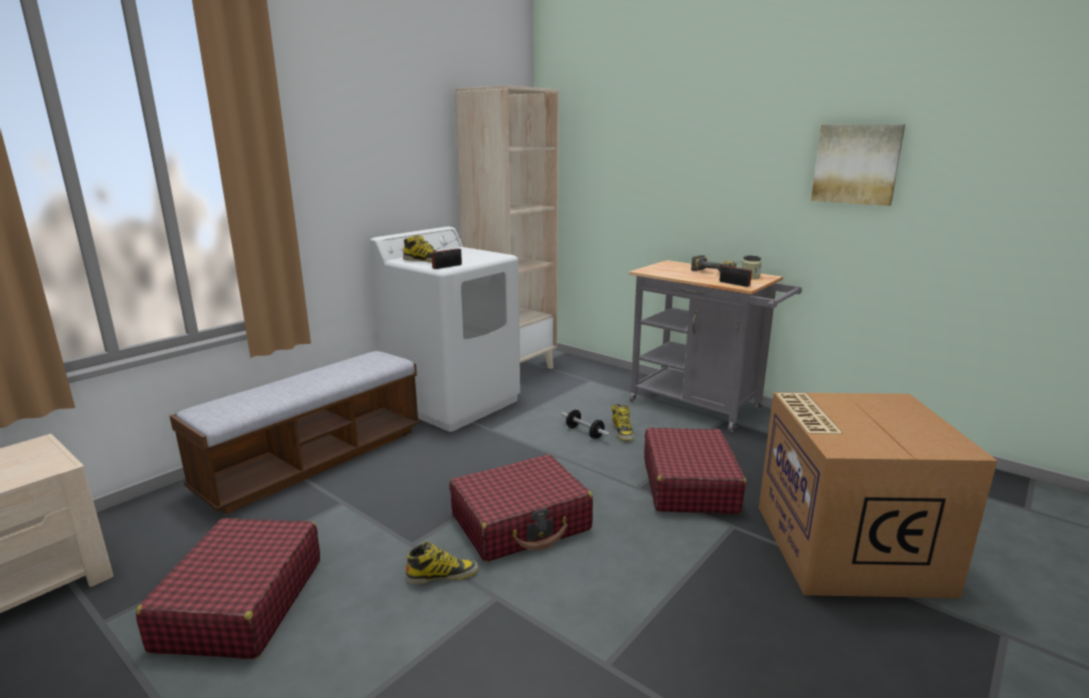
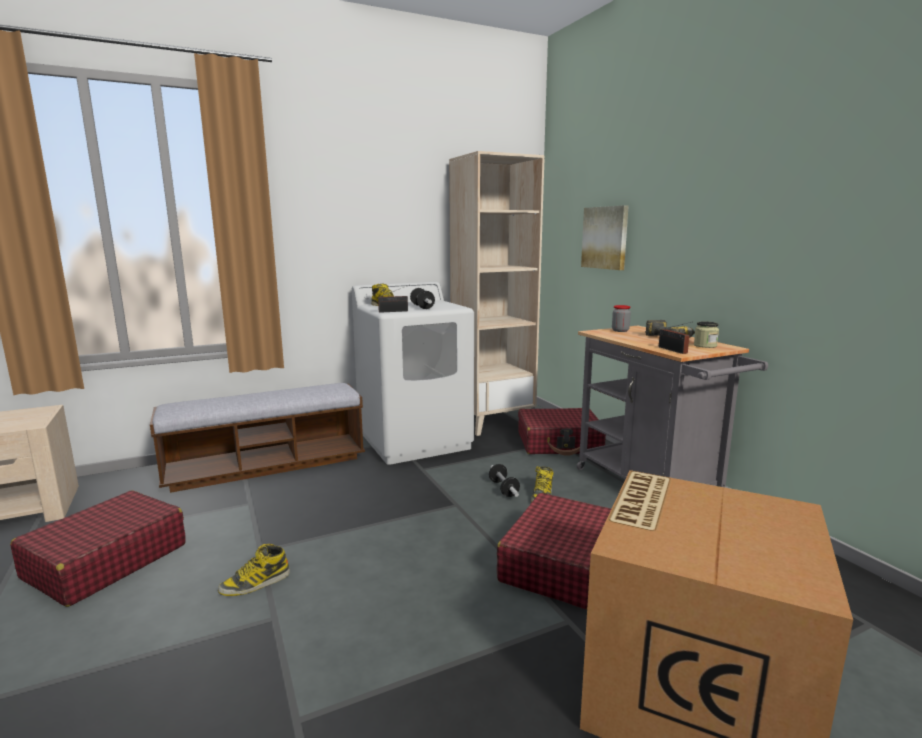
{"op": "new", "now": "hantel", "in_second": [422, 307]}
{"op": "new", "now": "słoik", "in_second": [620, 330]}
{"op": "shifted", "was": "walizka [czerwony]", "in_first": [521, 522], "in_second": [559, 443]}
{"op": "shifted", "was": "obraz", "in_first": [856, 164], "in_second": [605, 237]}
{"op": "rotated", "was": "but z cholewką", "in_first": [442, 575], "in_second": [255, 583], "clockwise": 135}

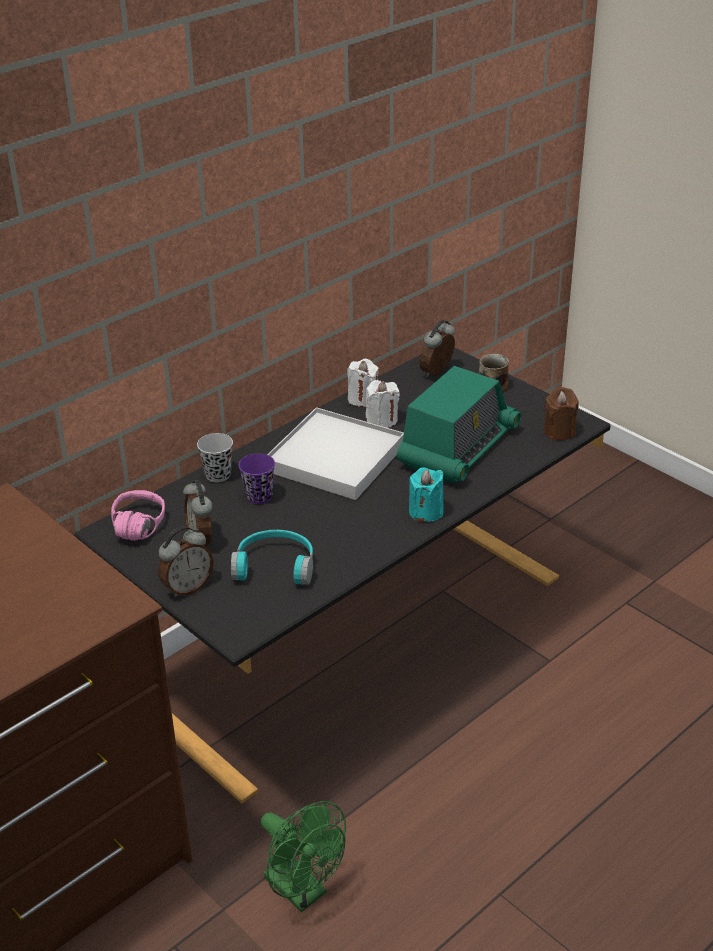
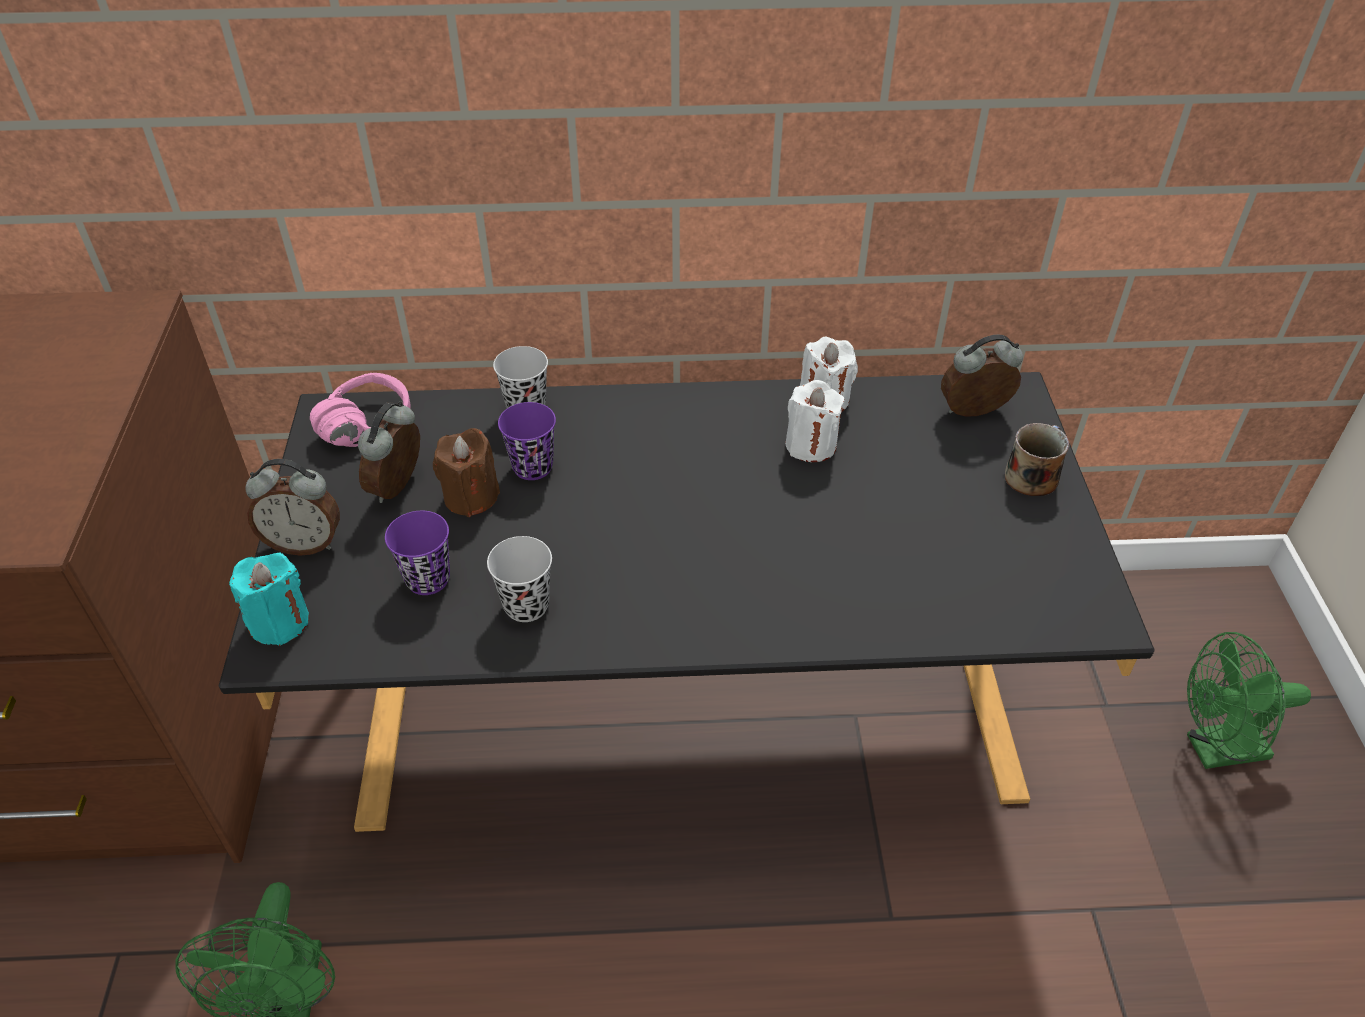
{"op": "gone", "was": "taca [biały]", "in_first": [334, 458]}
{"op": "gone", "was": "radio", "in_first": [458, 448]}
{"op": "new", "now": "filiżanka [czarny]", "in_second": [526, 605]}
{"op": "new", "now": "wentylator [zielony]", "in_second": [1216, 750]}
{"op": "shifted", "was": "świeca [turkusowy]", "in_first": [426, 512], "in_second": [279, 622]}
{"op": "shifted", "was": "świeca [brązowy]", "in_first": [559, 431], "in_second": [471, 497]}
{"op": "swapped", "was": "słuchawki [turkusowy]", "now": "filiżanka [fioletowy]", "in_first": [275, 565], "in_second": [428, 579]}

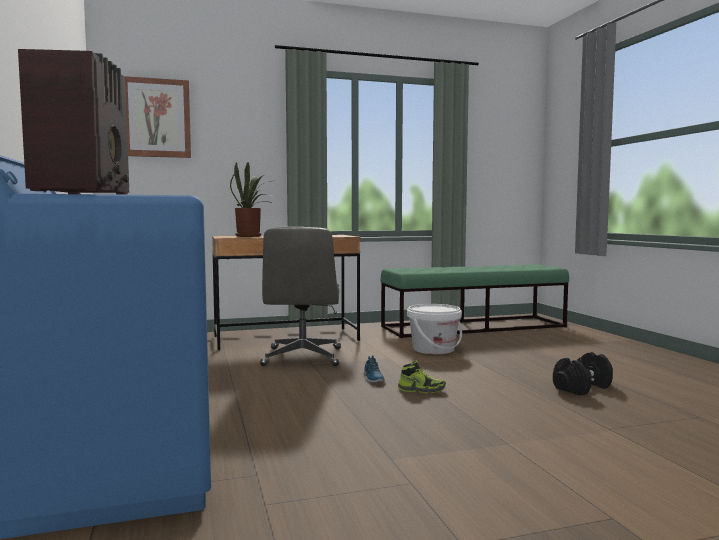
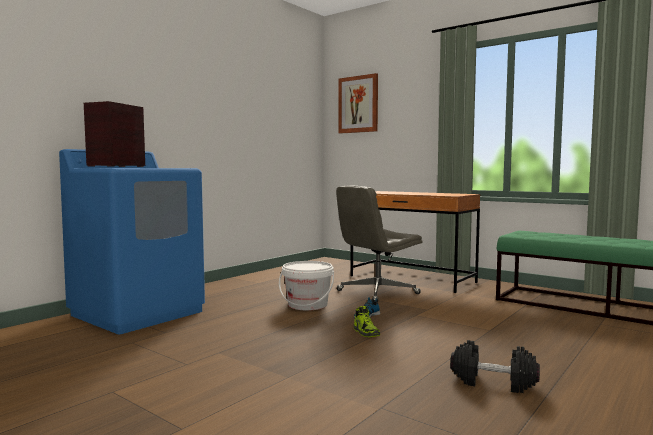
{"op": "gone", "was": "roślina doniczkowa", "in_first": [251, 236]}
{"op": "shifted", "was": "wiadro [biały]", "in_first": [433, 349], "in_second": [307, 305]}
{"op": "rotated", "was": "radio", "in_first": [85, 192], "in_second": [115, 166], "clockwise": 150}

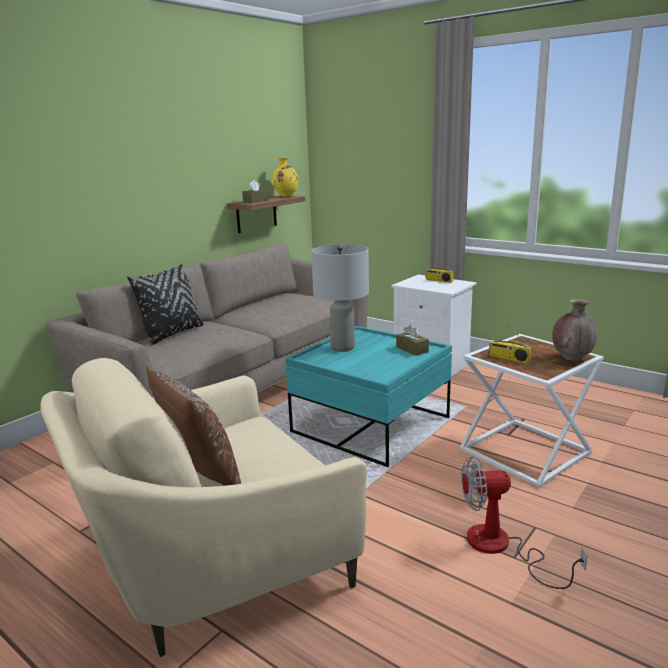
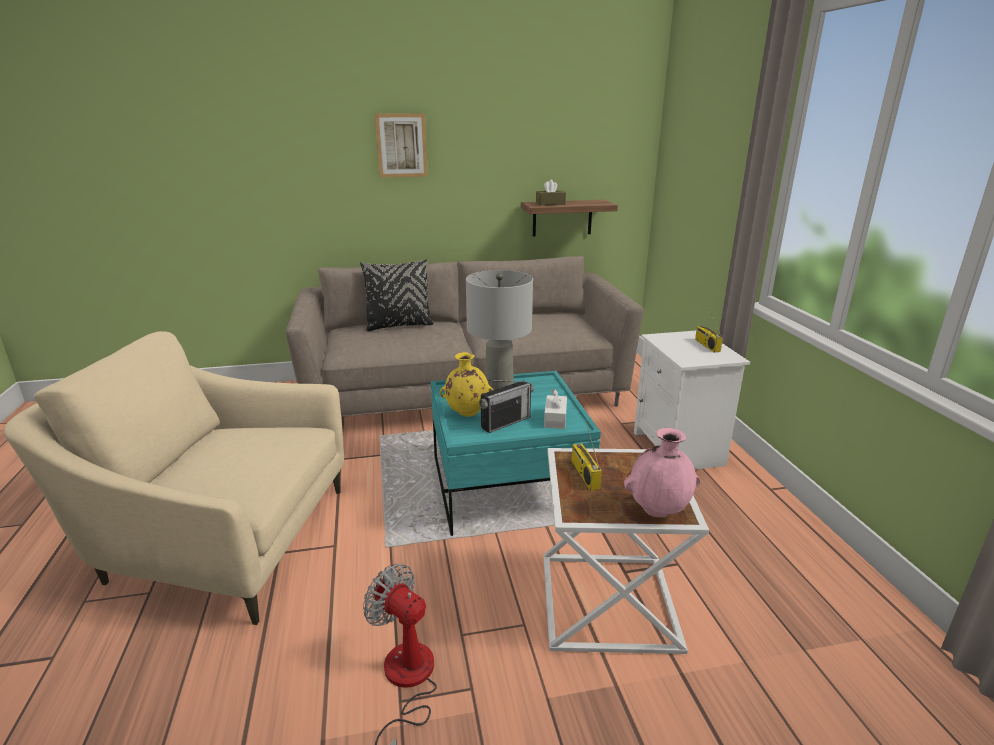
{"op": "gone", "was": "poduszka [brązowy]", "in_first": [201, 474]}
{"op": "new", "now": "obraz", "in_second": [401, 145]}
{"op": "new", "now": "radio", "in_second": [505, 422]}
{"op": "shifted", "was": "wazon [żółty]", "in_first": [286, 196], "in_second": [467, 413]}
{"op": "repainted", "was": "pudełko chusteczek [brązowy]", "now": "pudełko chusteczek [biały]", "in_first": [412, 349], "in_second": [555, 419]}
{"op": "repainted", "was": "wazon [brązowy]", "now": "wazon [różowy]", "in_first": [572, 358], "in_second": [658, 511]}

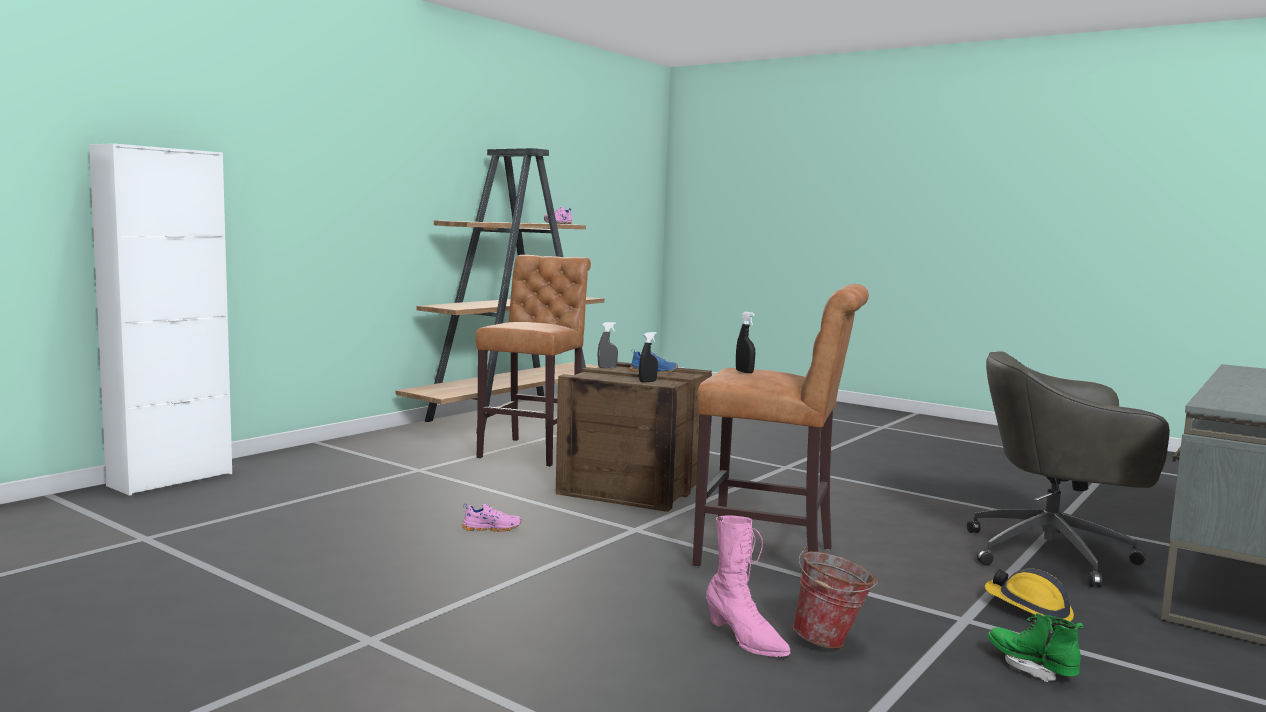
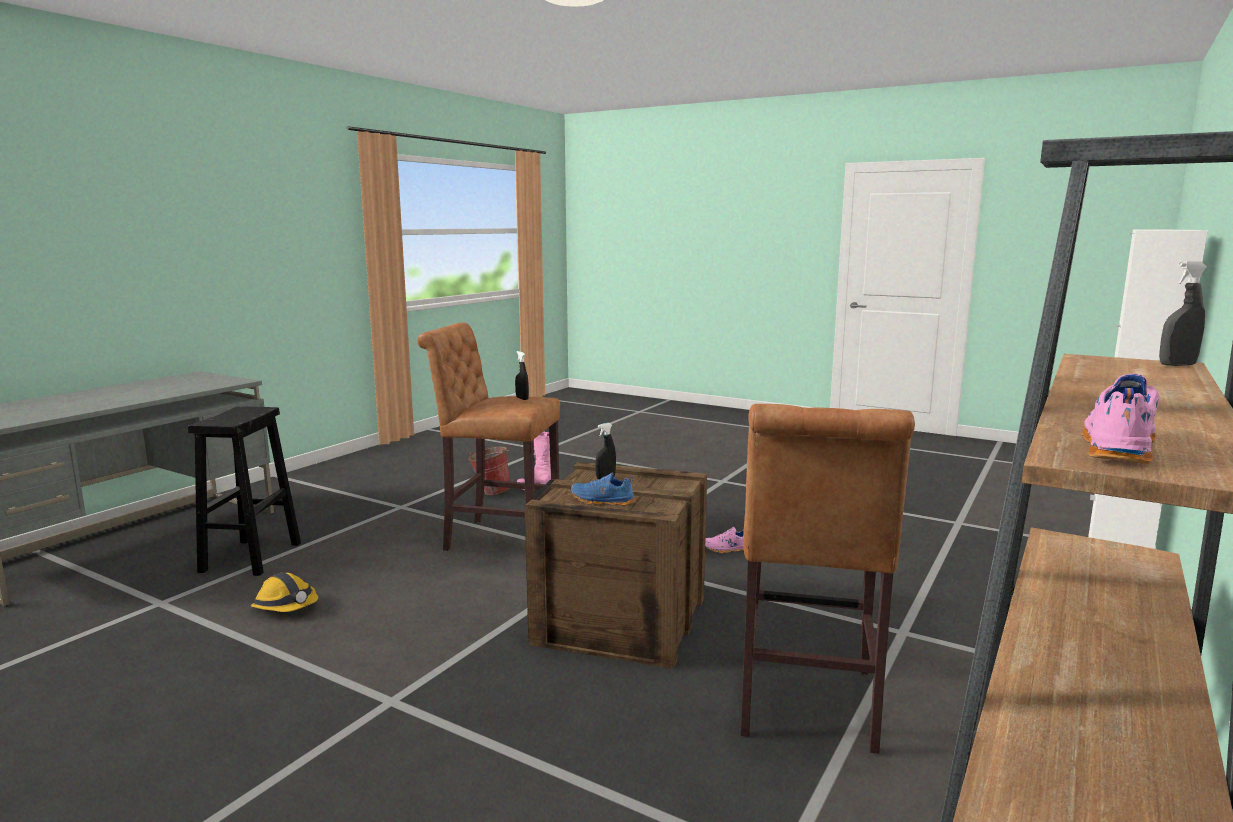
{"op": "gone", "was": "but z cholewką [zielony]", "in_first": [1031, 667]}
{"op": "shifted", "was": "spryskiwacz [szary]", "in_first": [607, 368], "in_second": [1177, 365]}
{"op": "shifted", "was": "kask", "in_first": [1029, 608], "in_second": [286, 606]}
{"op": "swapped", "was": "krzesło biurowe [szary]", "now": "stołek [czarny]", "in_first": [1054, 555], "in_second": [250, 558]}

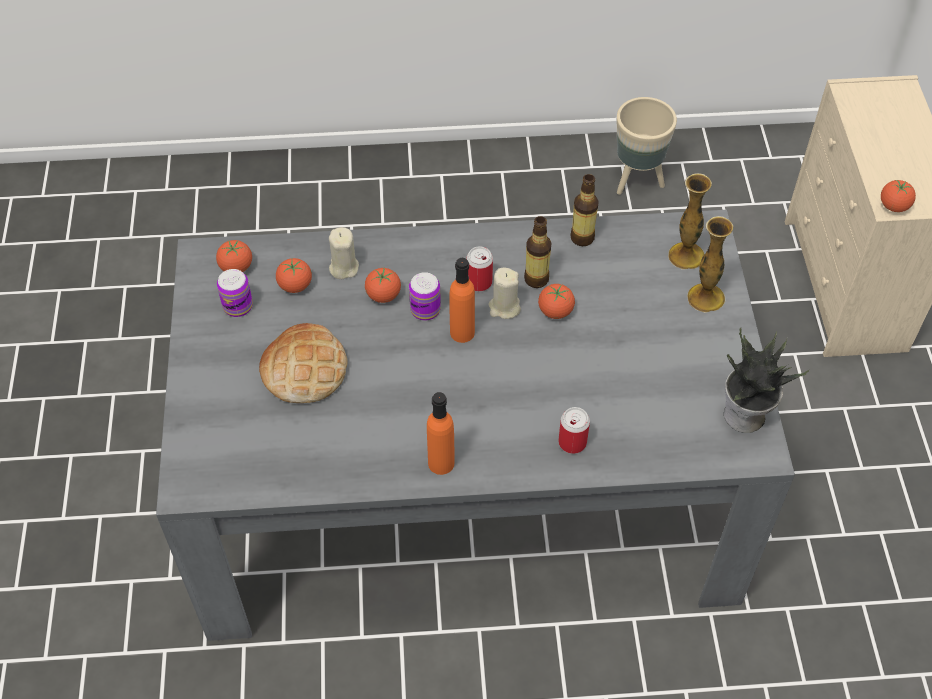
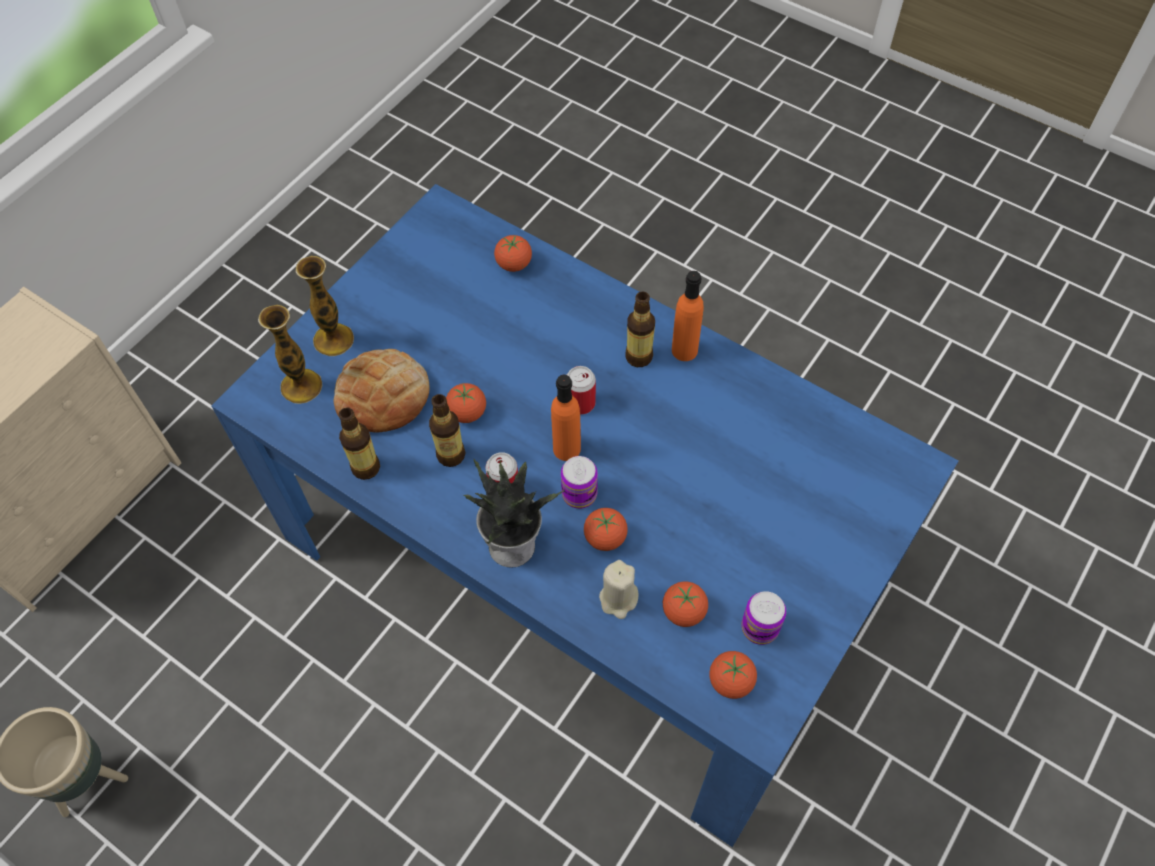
{"op": "gone", "was": "świeca [beżowy]", "in_first": [504, 307]}
{"op": "new", "now": "butelka", "in_second": [638, 357]}
{"op": "shifted", "was": "chleb", "in_first": [304, 369], "in_second": [383, 395]}
{"op": "shifted", "was": "puszka", "in_first": [572, 442], "in_second": [580, 403]}
{"op": "shifted", "was": "roślina doniczkowa", "in_first": [744, 417], "in_second": [513, 544]}
{"op": "shifted", "was": "pomidor", "in_first": [893, 206], "in_second": [514, 264]}
{"op": "repainted", "was": "stół jadalny [szary]", "now": "stół jadalny [niebieski]", "in_first": [466, 490], "in_second": [579, 563]}

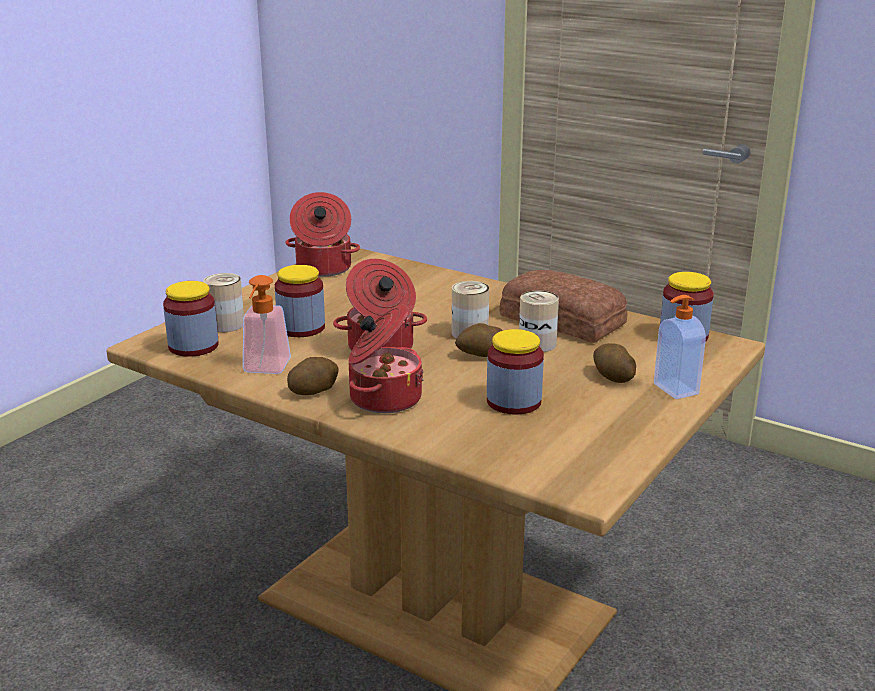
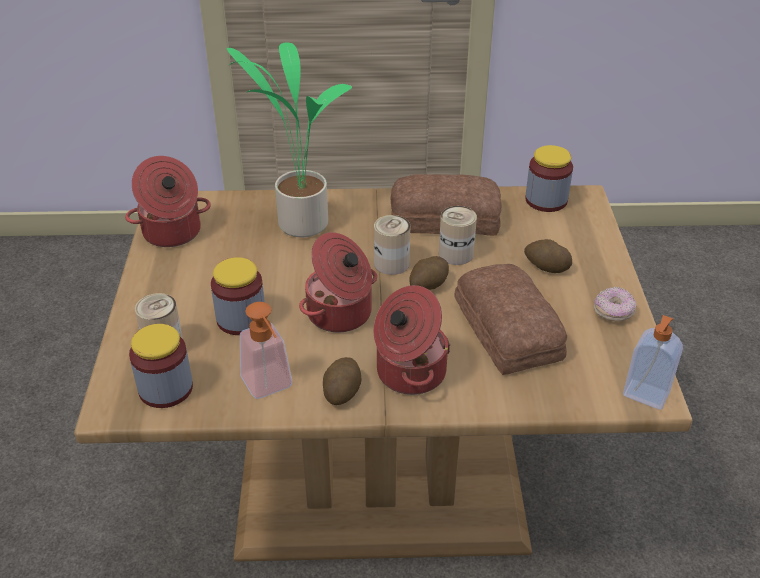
{"op": "new", "now": "roślina doniczkowa", "in_second": [300, 223]}
{"op": "new", "now": "donut", "in_second": [613, 312]}
{"op": "shifted", "was": "dozownik mydła", "in_first": [674, 389], "in_second": [645, 395]}
{"op": "swapped", "was": "słoik", "now": "chleb", "in_first": [513, 402], "in_second": [509, 328]}

